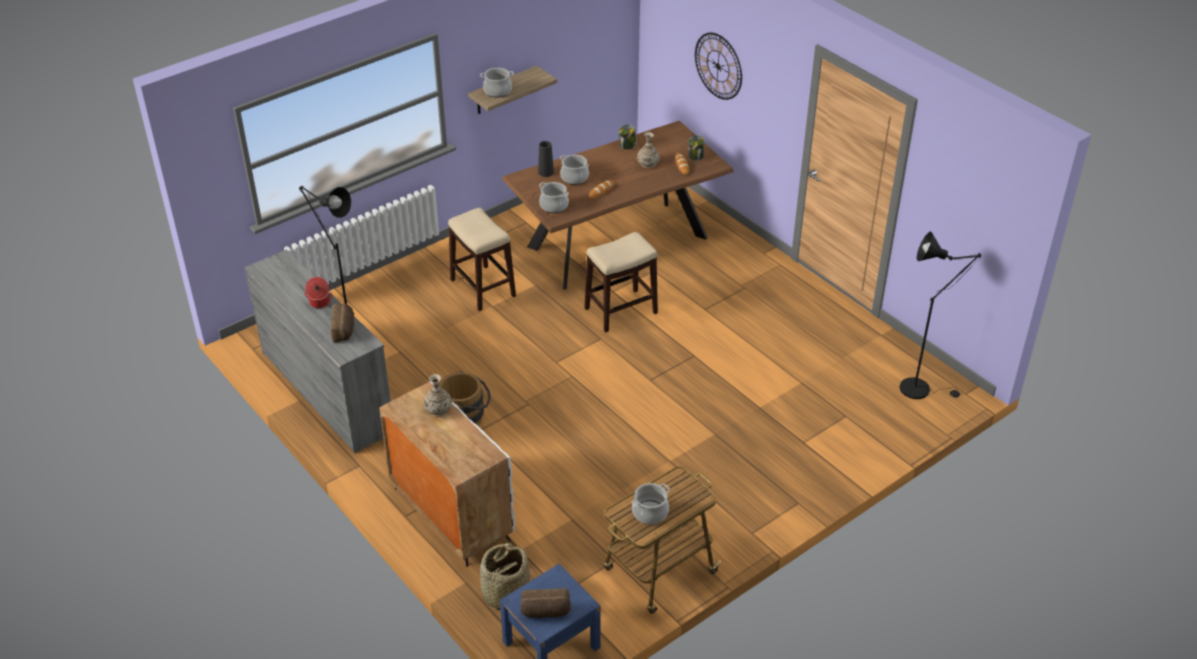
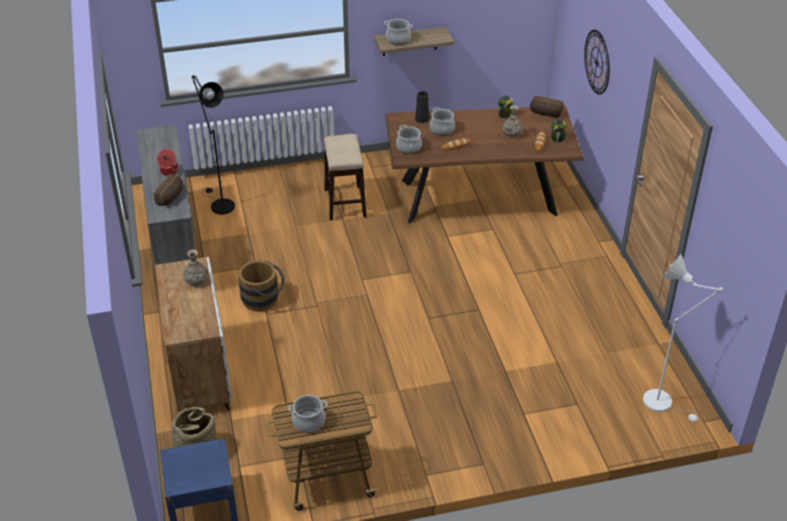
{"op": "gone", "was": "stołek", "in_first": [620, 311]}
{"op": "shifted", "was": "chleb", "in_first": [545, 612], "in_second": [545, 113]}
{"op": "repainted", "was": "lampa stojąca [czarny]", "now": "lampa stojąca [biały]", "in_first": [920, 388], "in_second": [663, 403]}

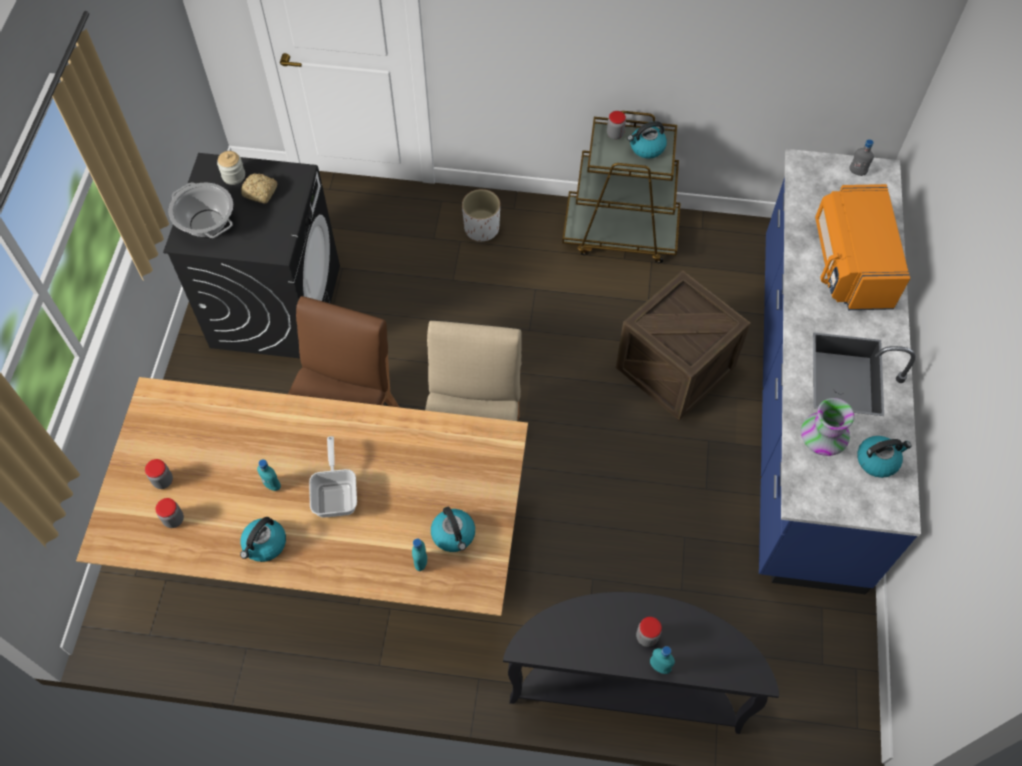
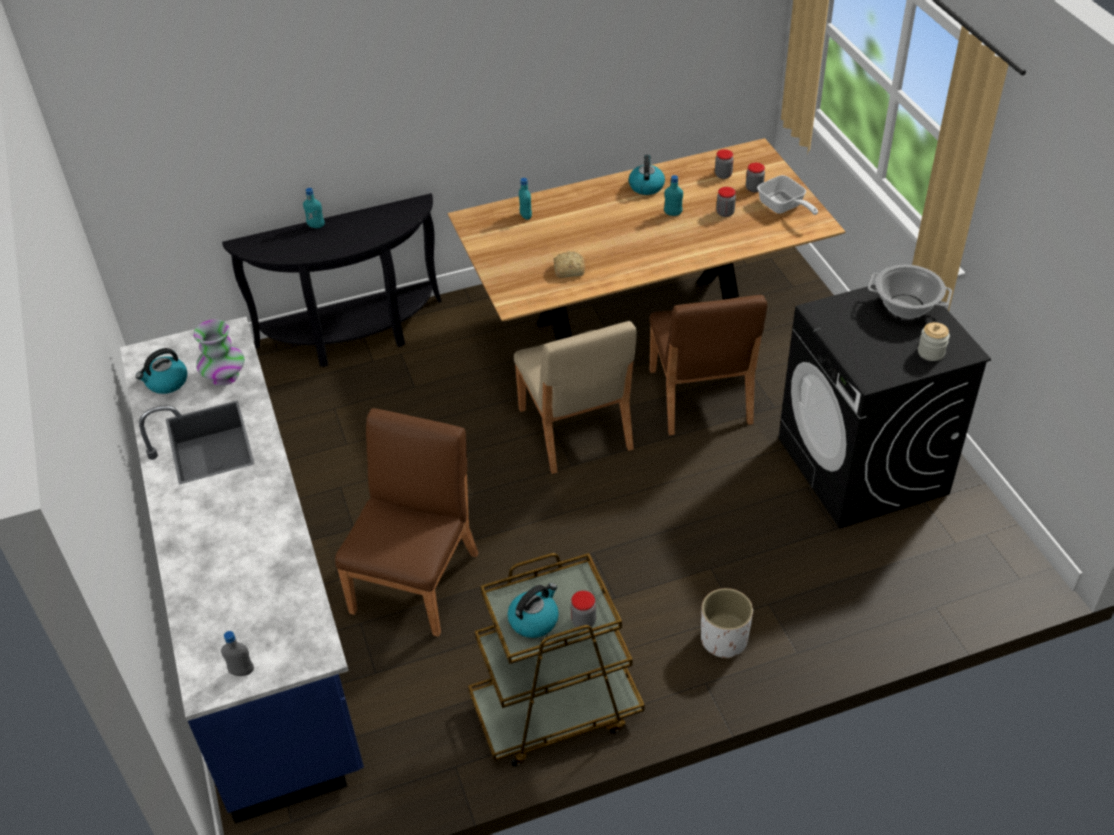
{"op": "gone", "was": "czajnik", "in_first": [454, 535]}
{"op": "gone", "was": "mikrofalówka [pomarańczowy]", "in_first": [850, 265]}
{"op": "shifted", "was": "chleb", "in_first": [261, 193], "in_second": [568, 270]}
{"op": "shifted", "was": "patelnia", "in_first": [336, 493], "in_second": [783, 207]}
{"op": "shifted", "was": "słoik", "in_first": [647, 637], "in_second": [725, 213]}
{"op": "swapped", "was": "skrzynka", "now": "krzesło [brązowy]", "in_first": [675, 368], "in_second": [416, 581]}

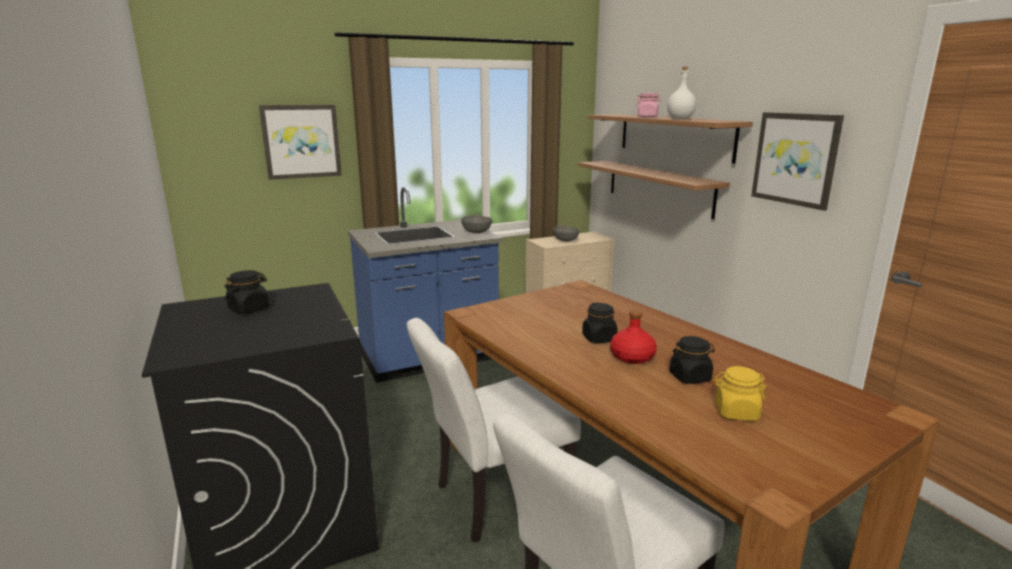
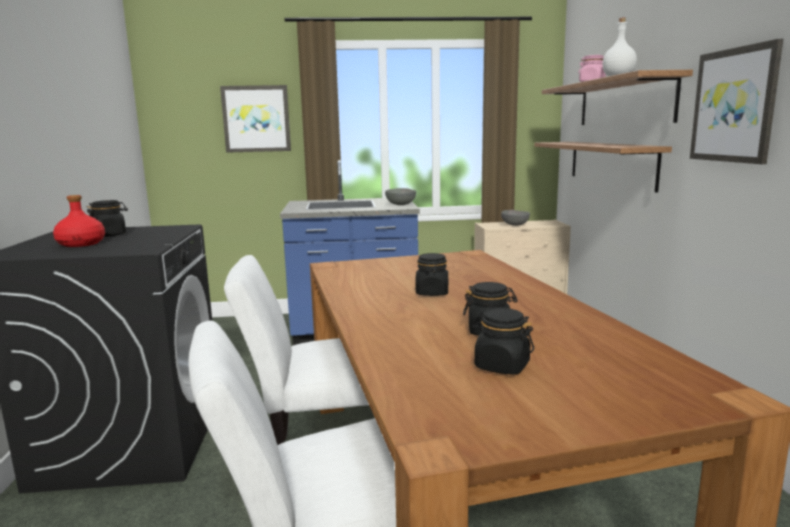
{"op": "shifted", "was": "butelka [czerwony]", "in_first": [632, 357], "in_second": [82, 244]}
{"op": "repainted", "was": "słoik [żółty]", "now": "słoik [czarny]", "in_first": [736, 412], "in_second": [501, 366]}

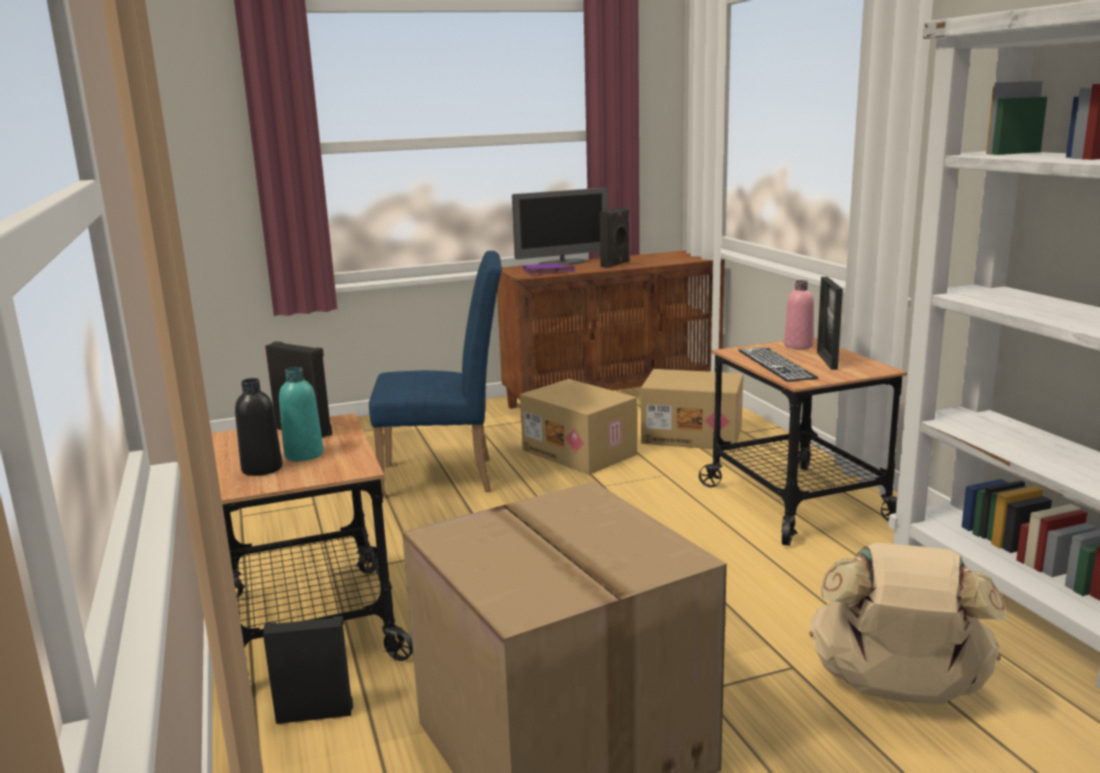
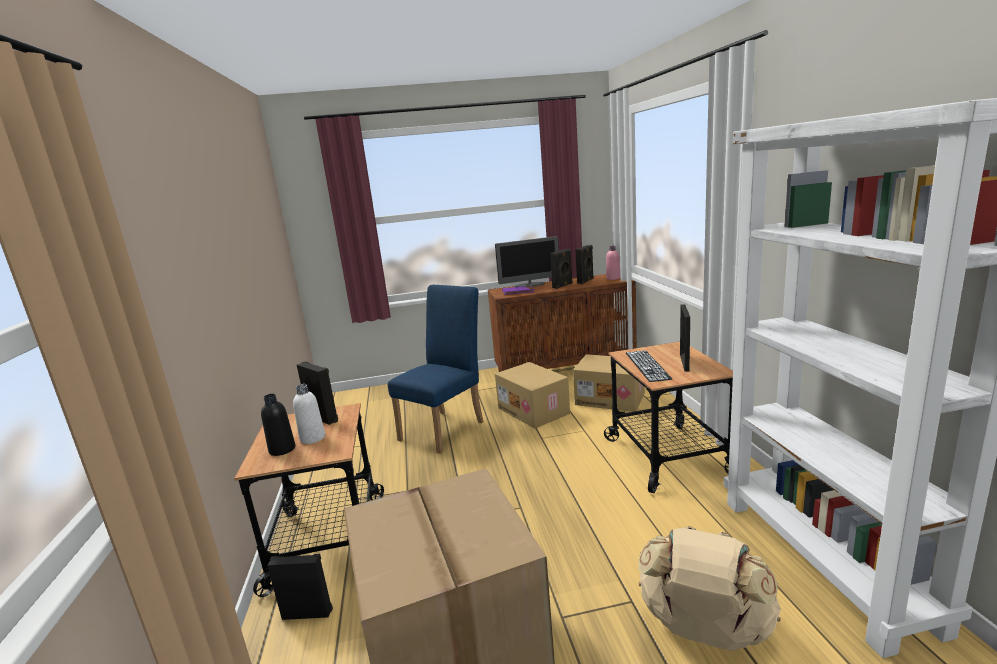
{"op": "new", "now": "głośnik [czarny]", "in_second": [586, 281]}
{"op": "shifted", "was": "butelka [różowy]", "in_first": [798, 346], "in_second": [613, 278]}
{"op": "repainted", "was": "butelka [turkusowy]", "now": "butelka [biały]", "in_first": [304, 454], "in_second": [312, 438]}
{"op": "rotated", "was": "krzesło [niebieski]", "in_first": [447, 477], "in_second": [446, 428], "clockwise": -60}

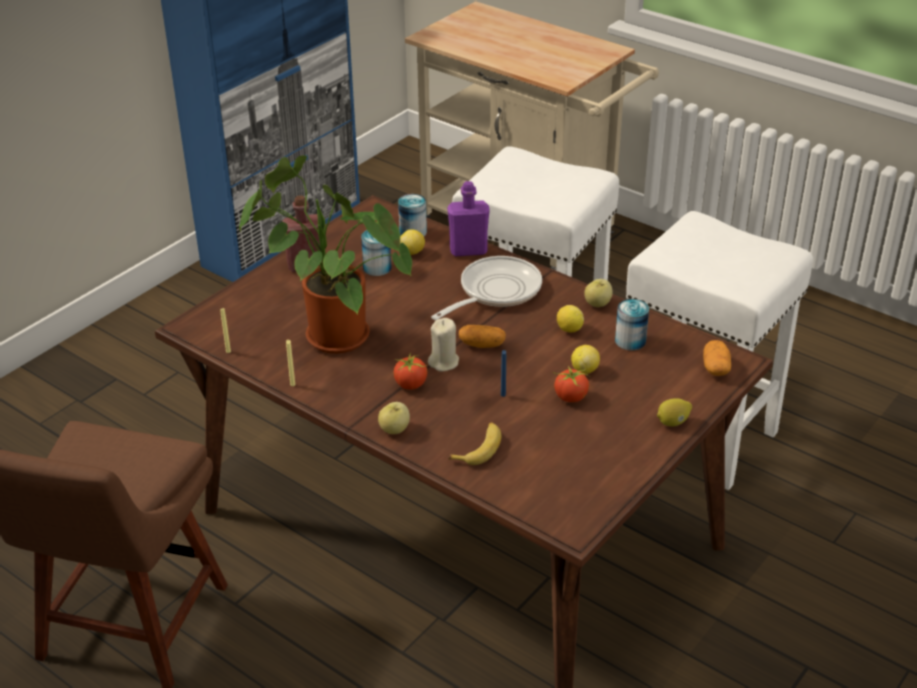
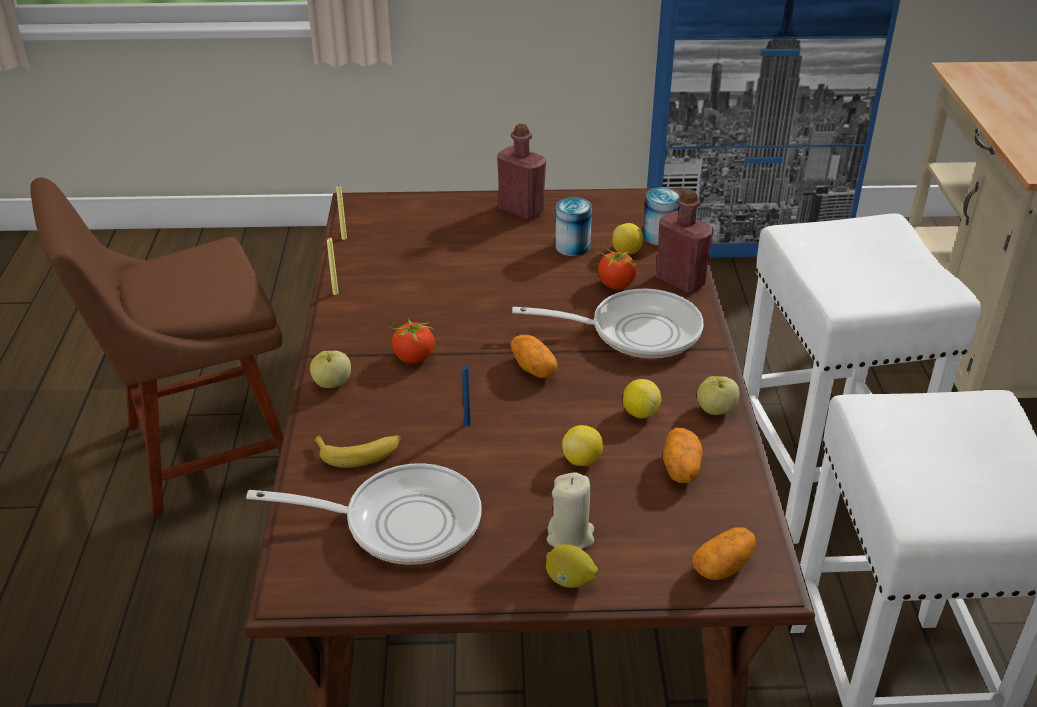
{"op": "gone", "was": "roślina doniczkowa", "in_first": [330, 337]}
{"op": "new", "now": "patelnia", "in_second": [401, 522]}
{"op": "shifted", "was": "świeca [beżowy]", "in_first": [444, 362], "in_second": [570, 536]}
{"op": "shifted", "was": "pomidor", "in_first": [570, 397], "in_second": [615, 284]}
{"op": "swapped", "was": "puszka", "now": "ziemniak", "in_first": [630, 341], "in_second": [681, 468]}
{"op": "repainted", "was": "butelka [fioletowy]", "now": "butelka [czerwony]", "in_first": [468, 250], "in_second": [680, 281]}

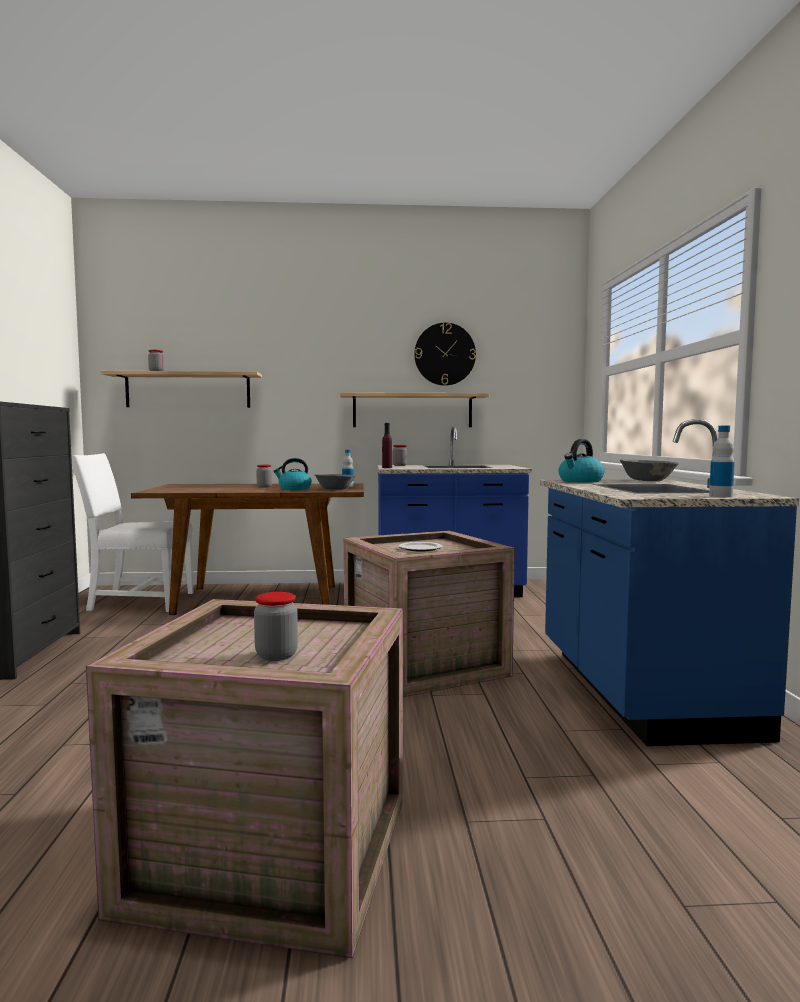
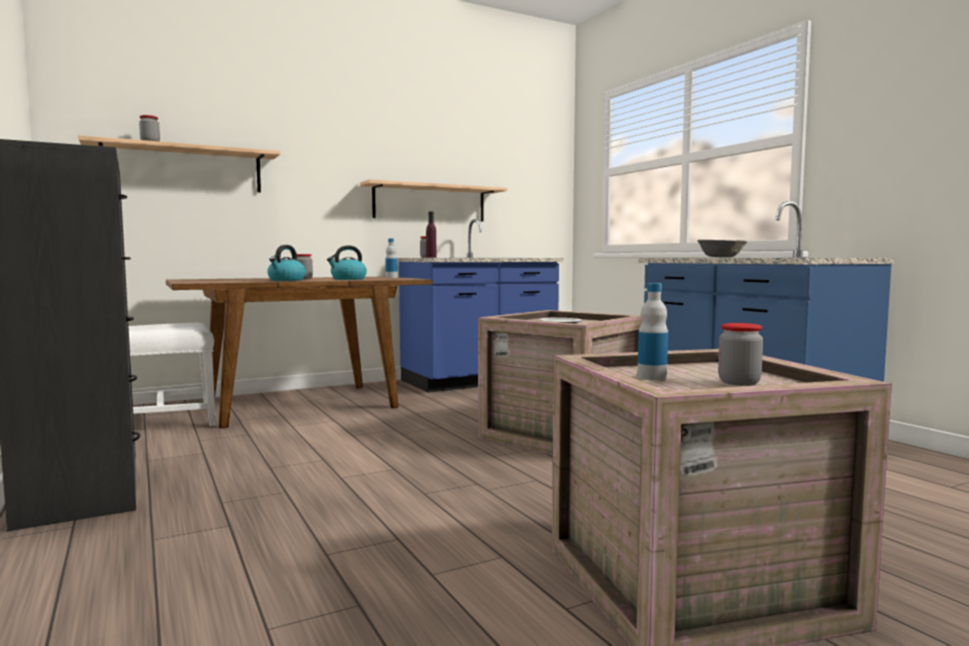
{"op": "gone", "was": "miska [szary]", "in_first": [335, 489]}
{"op": "gone", "was": "zegar ścienny", "in_first": [444, 354]}
{"op": "shifted", "was": "czajnik", "in_first": [580, 481], "in_second": [286, 280]}
{"op": "shifted", "was": "butelka", "in_first": [720, 496], "in_second": [652, 377]}

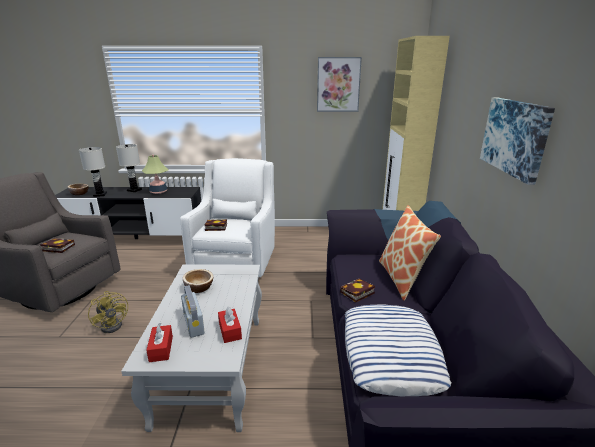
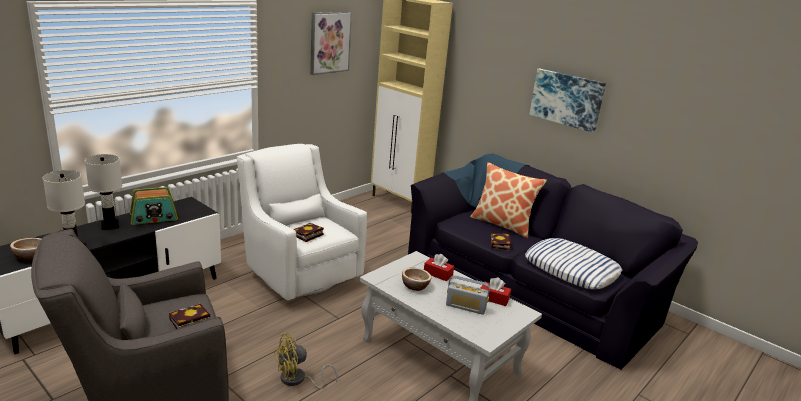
{"op": "shifted", "was": "pudełko chusteczek [czerwony]", "in_first": [161, 349], "in_second": [438, 274]}
{"op": "swapped", "was": "lampa stołowa", "now": "radio", "in_first": [158, 192], "in_second": [154, 217]}
{"op": "rotated", "was": "wentylator [żółty]", "in_first": [114, 324], "in_second": [298, 380], "clockwise": 150}

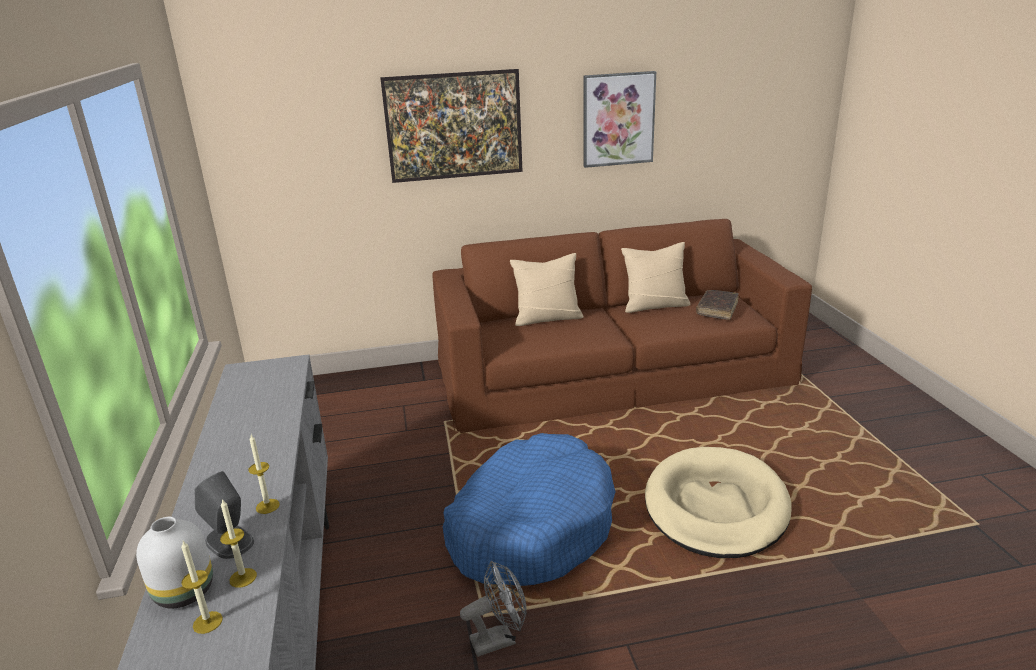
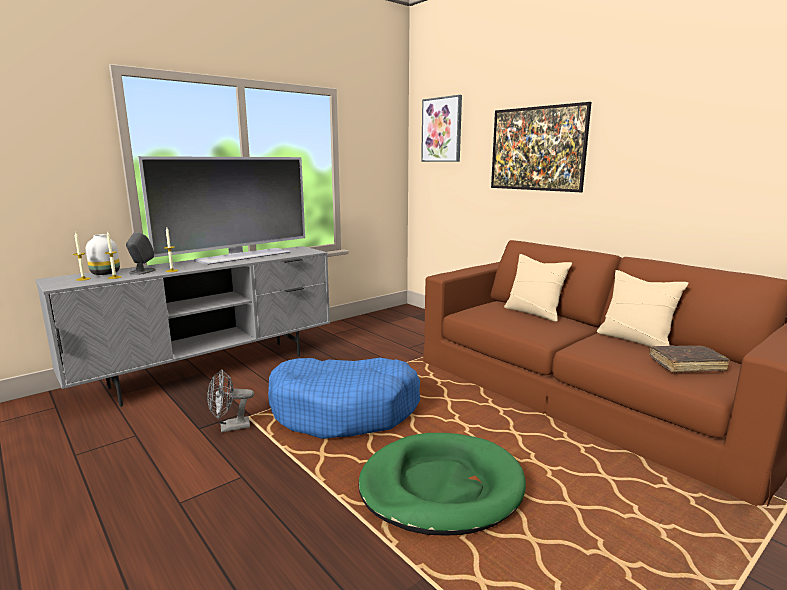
{"op": "new", "now": "telewizor", "in_second": [243, 256]}
{"op": "shifted", "was": "obraz", "in_first": [618, 119], "in_second": [442, 130]}
{"op": "repainted", "was": "legowisko [beżowy]", "now": "legowisko [zielony]", "in_first": [715, 507], "in_second": [441, 487]}
{"op": "rotated", "was": "wentylator [szary]", "in_first": [499, 639], "in_second": [230, 427], "clockwise": 120}

